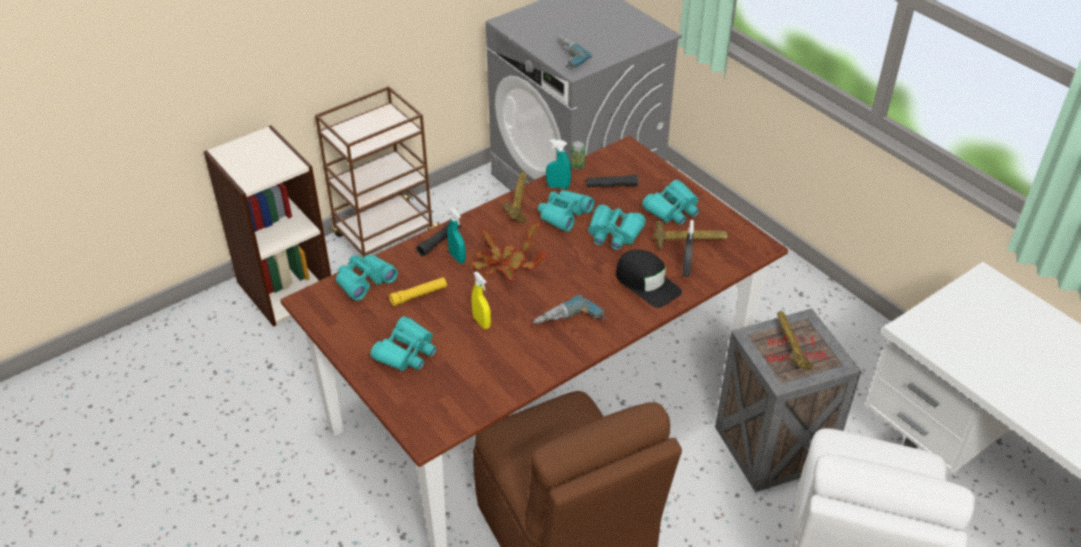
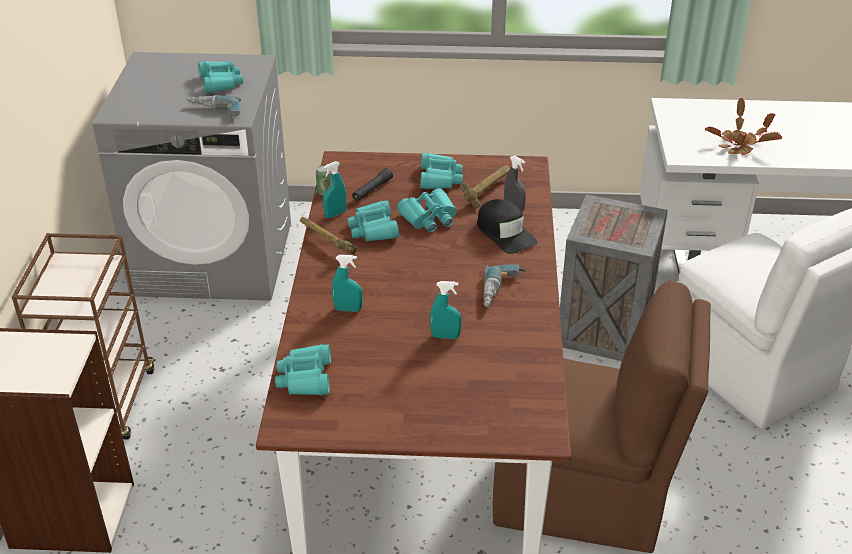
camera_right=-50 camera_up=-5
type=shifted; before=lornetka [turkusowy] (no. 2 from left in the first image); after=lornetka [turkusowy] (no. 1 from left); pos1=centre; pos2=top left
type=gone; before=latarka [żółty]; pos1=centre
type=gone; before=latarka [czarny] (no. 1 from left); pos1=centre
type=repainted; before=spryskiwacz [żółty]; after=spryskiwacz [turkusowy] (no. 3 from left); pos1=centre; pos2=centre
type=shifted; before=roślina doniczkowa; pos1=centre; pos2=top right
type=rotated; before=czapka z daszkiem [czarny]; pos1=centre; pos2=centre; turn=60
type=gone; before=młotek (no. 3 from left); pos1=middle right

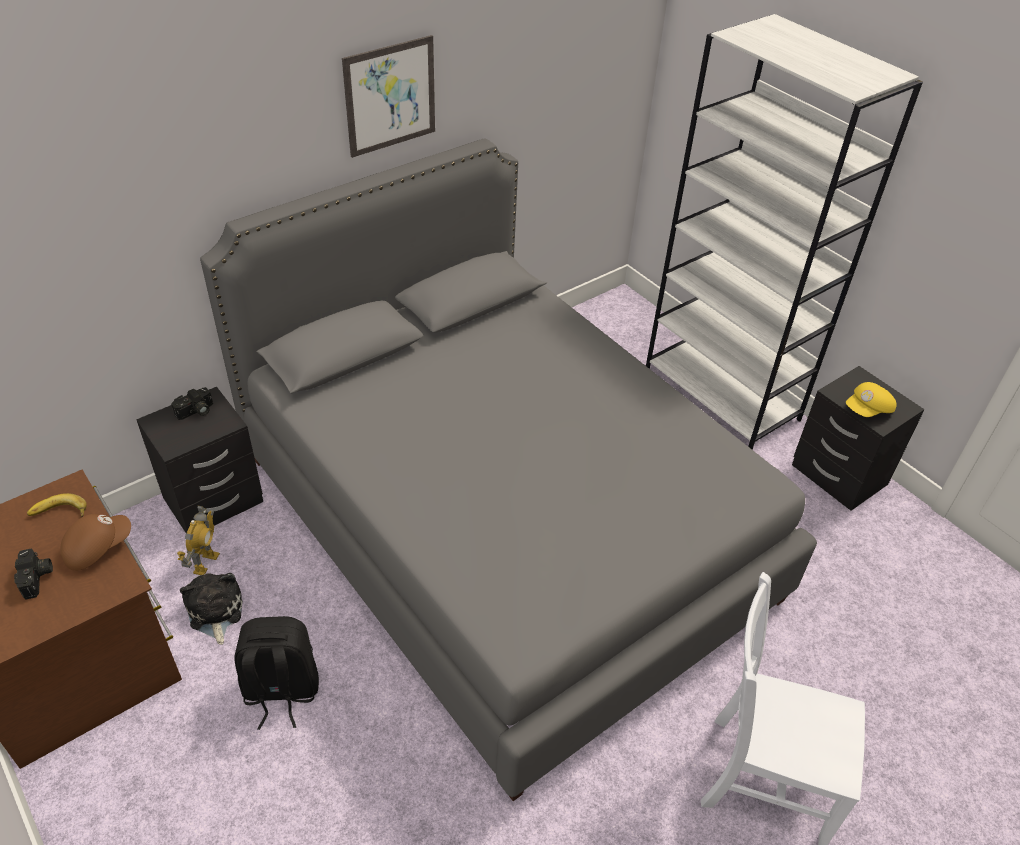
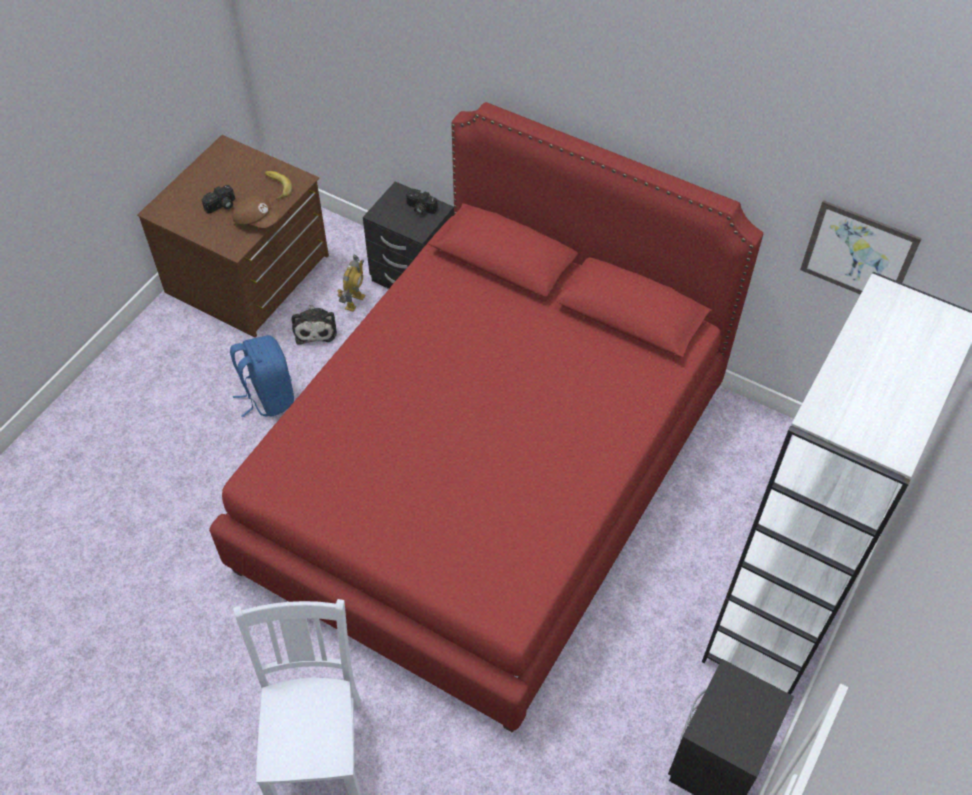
camera_right=70 camera_up=10
type=rotated; before=robot zabawkowy; pos1=middle left; pos2=centre; turn=-60
type=rotated; before=pluszak; pos1=bottom left; pos2=middle left; turn=120
type=repainted; before=łóżko [szary]; after=łóżko [czerwony]; pos1=centre; pos2=centre
type=repainted; before=plecak [czarny]; after=plecak [niebieski]; pos1=bottom left; pos2=middle left
type=shifted; before=obraz; pos1=top centre; pos2=top right
type=gone; before=czapka z daszkiem [żółty]; pos1=middle right

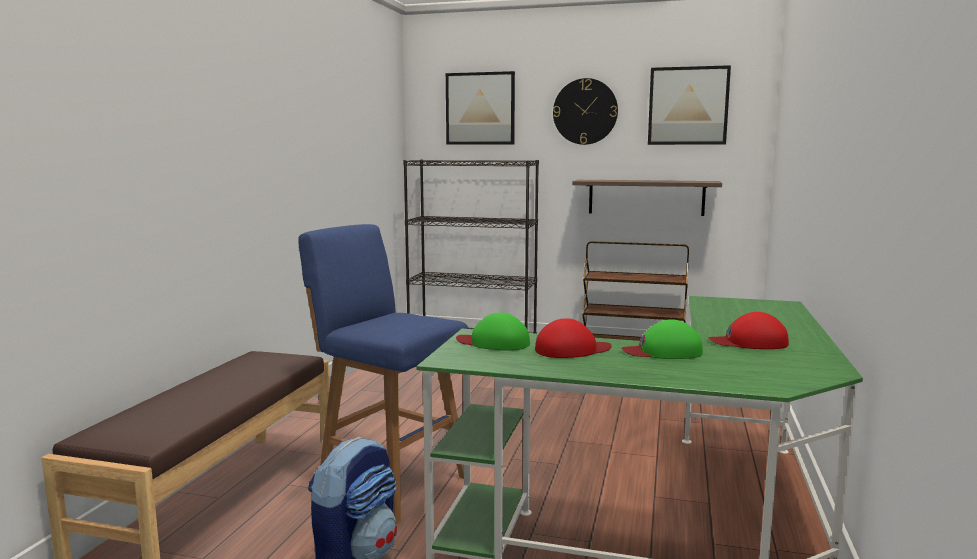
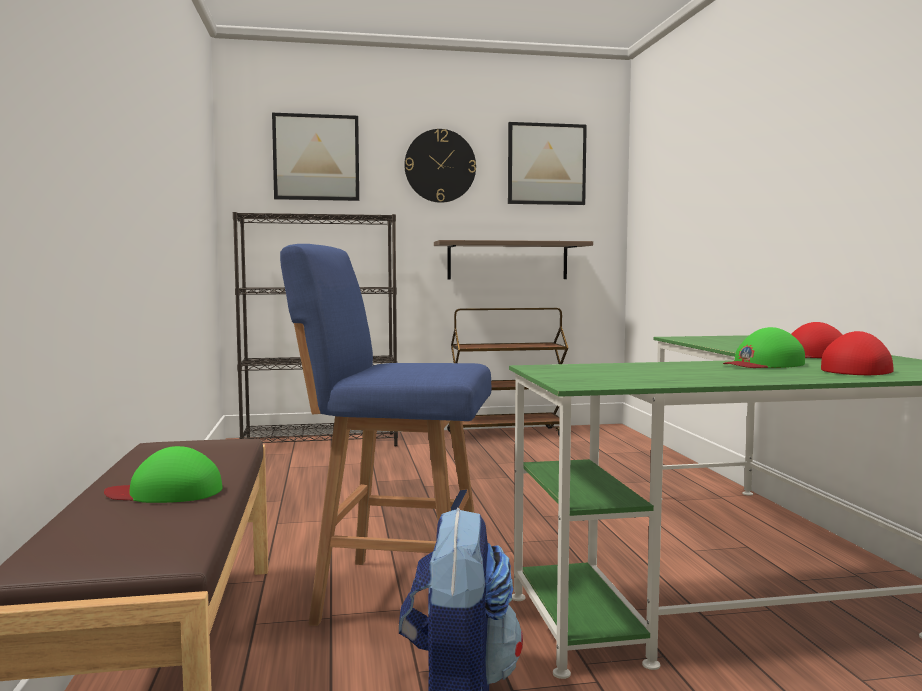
camera_right=-25 camera_up=-5
type=shifted; before=czapka z daszkiem [zielony] (no. 1 from left); pos1=centre; pos2=bottom left
type=shifted; before=czapka z daszkiem [czerwony] (no. 1 from left in the first image); after=czapka z daszkiem [czerwony] (no. 2 from left); pos1=centre; pos2=middle right

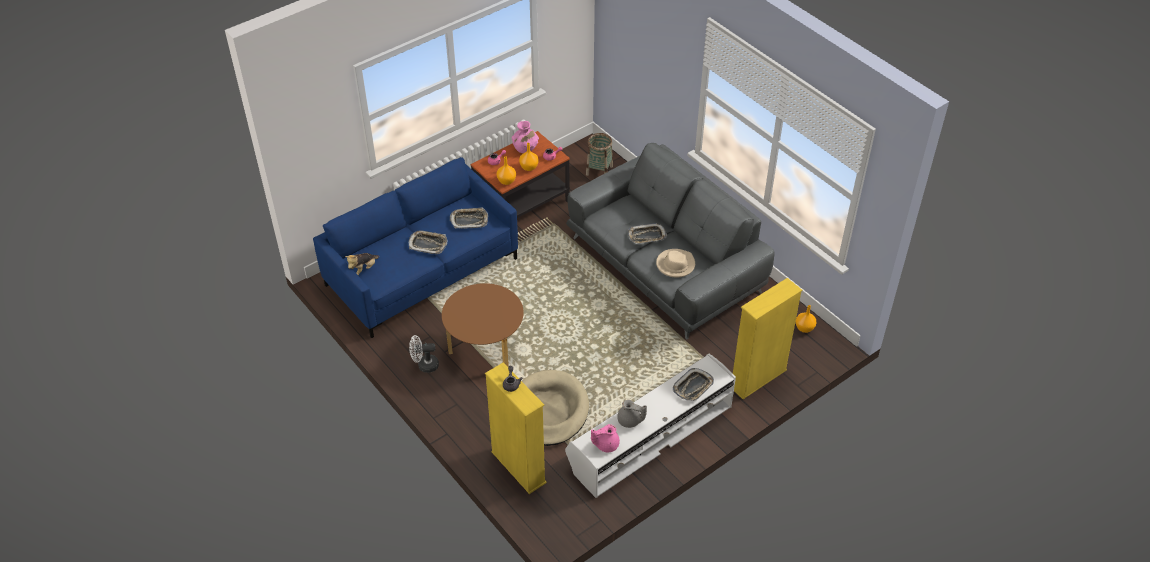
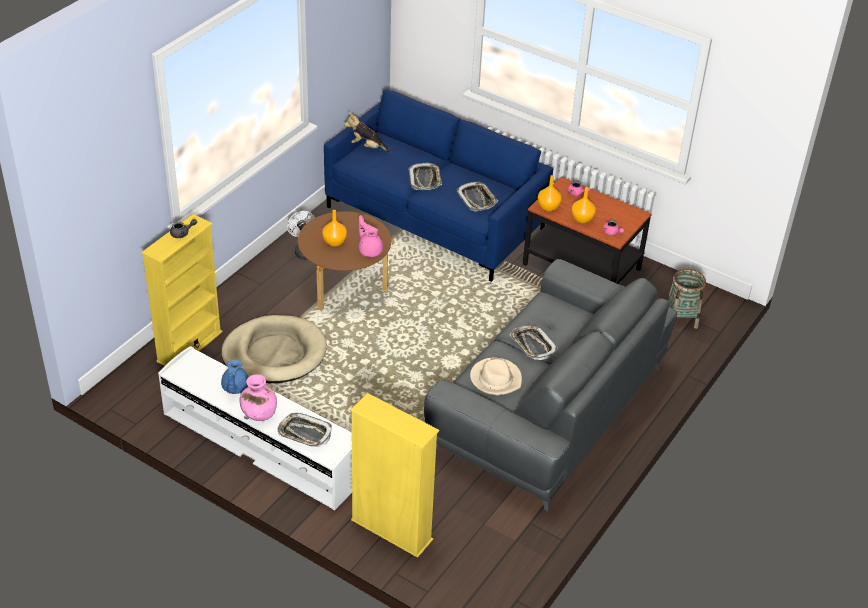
camera_right=70 camera_up=-5
type=shifted; before=wazon [różowy]; pos1=top centre; pos2=middle left
type=shifted; before=imbryk [różowy] (no. 3 from left in the first image); after=imbryk [różowy] (no. 1 from left); pos1=bottom centre; pos2=centre
type=repainted; before=imbryk [szary] (no. 2 from left); after=imbryk [niebieski]; pos1=bottom centre; pos2=middle left
type=shifted; before=wazon [pomarańczowy] (no. 3 from left in the first image); after=wazon [pomarańczowy] (no. 1 from left); pos1=middle right; pos2=centre

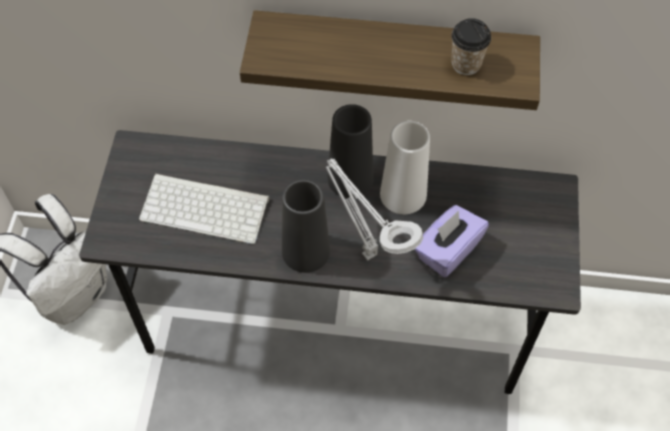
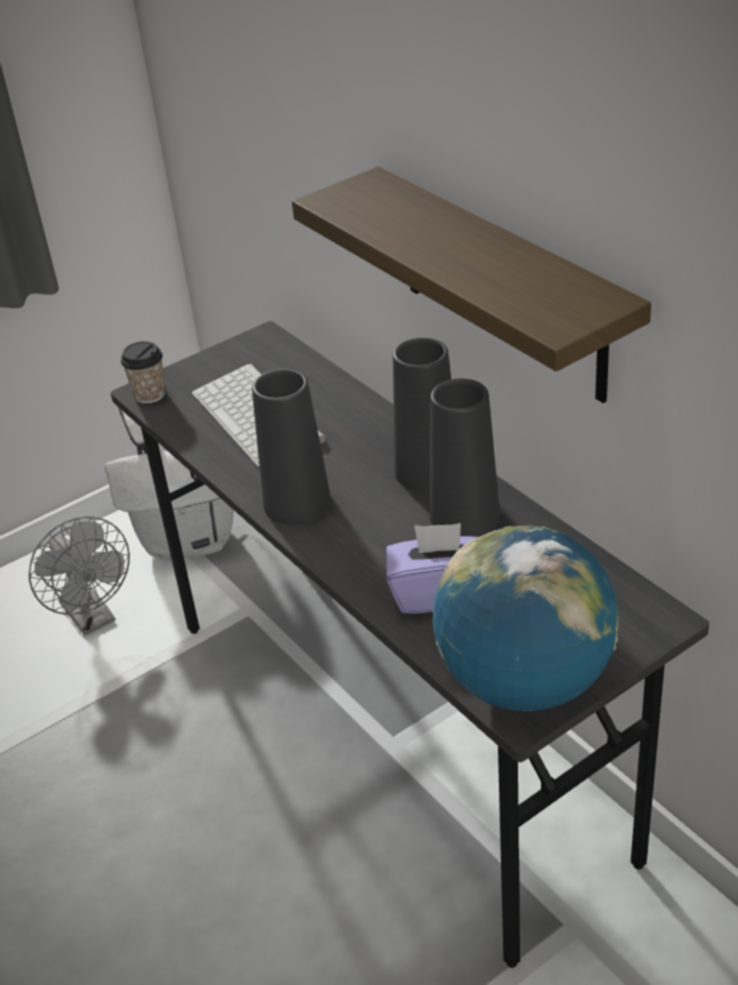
camera_right=50 camera_up=-20
type=gone; before=lampa stołowa [szary]; pos1=centre
type=repainted; before=wazon [biały]; after=wazon [czarny] (no. 3 from left); pos1=centre; pos2=centre
type=shifted; before=filiżanka; pos1=top right; pos2=middle left
type=new; after=wentylator [szary]; pos2=middle left
type=new; after=globus; pos2=middle right

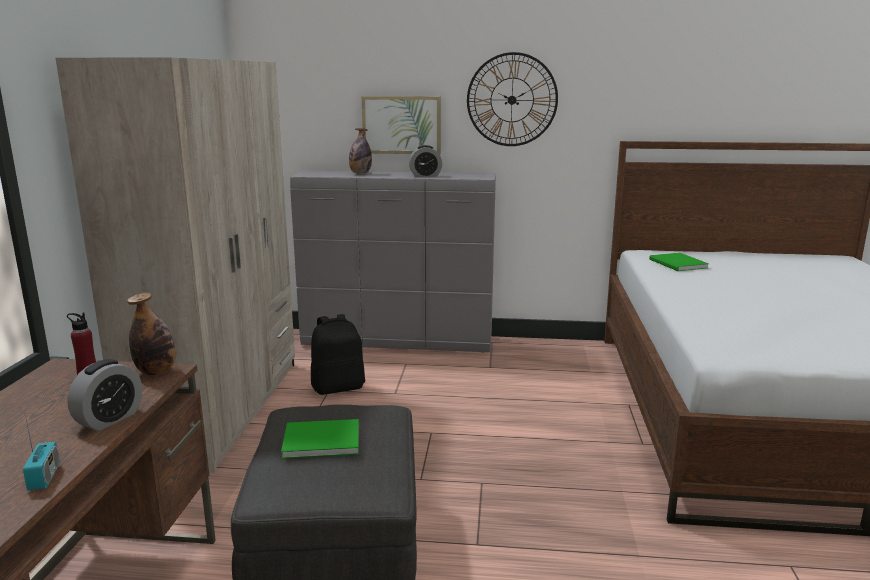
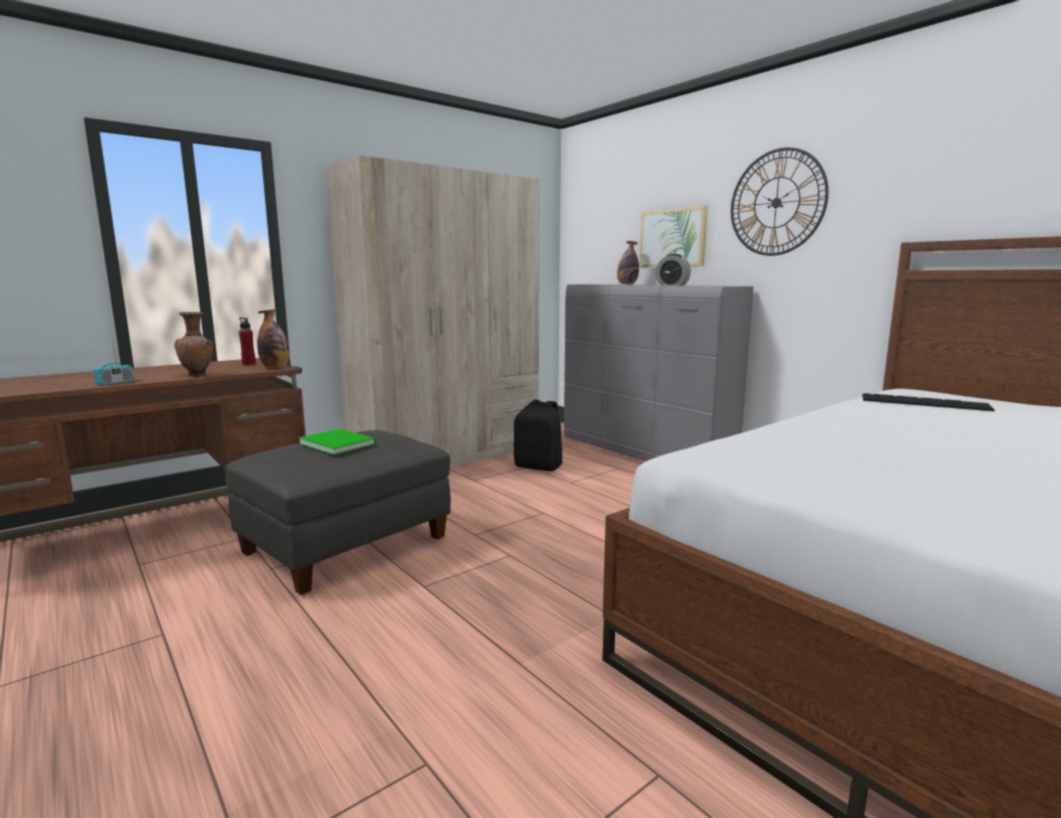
camera_right=45 camera_up=-5
type=swapped; before=budzik (no. 1 from left); after=wazon [brązowy]; pos1=bottom left; pos2=middle left
type=swapped; before=książka [zielony] (no. 2 from left); after=klawiatura; pos1=middle right; pos2=middle right

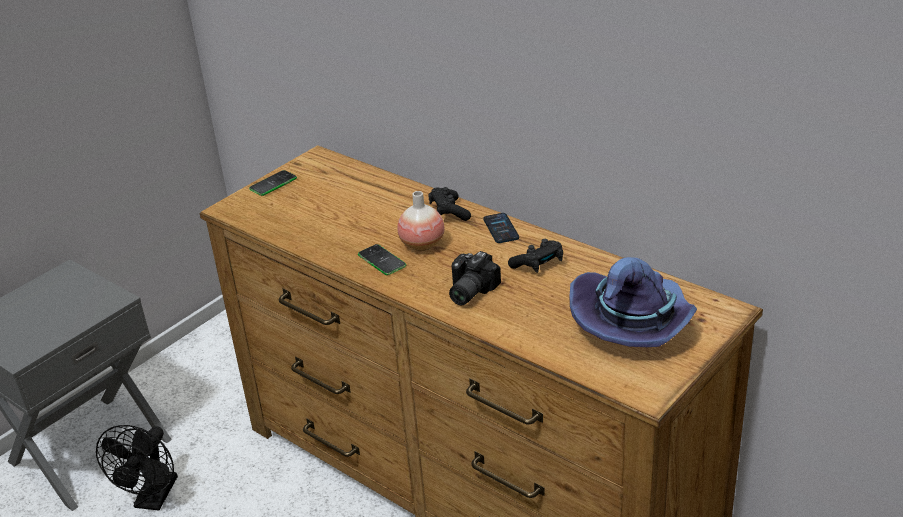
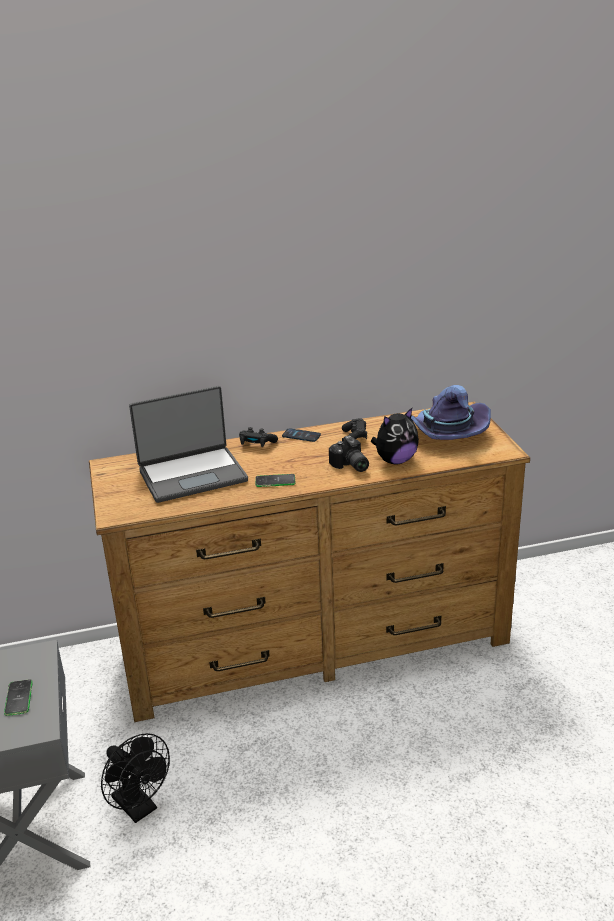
camera_right=-55 camera_up=-5
type=shifted; before=telefon (no. 1 from left); pos1=middle left; pos2=bottom left
type=gone; before=wazon; pos1=centre
type=new; after=laptop; pos2=middle left
type=new; after=pluszak; pos2=centre

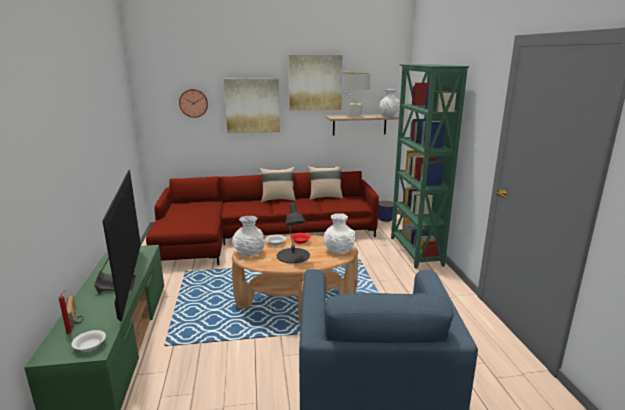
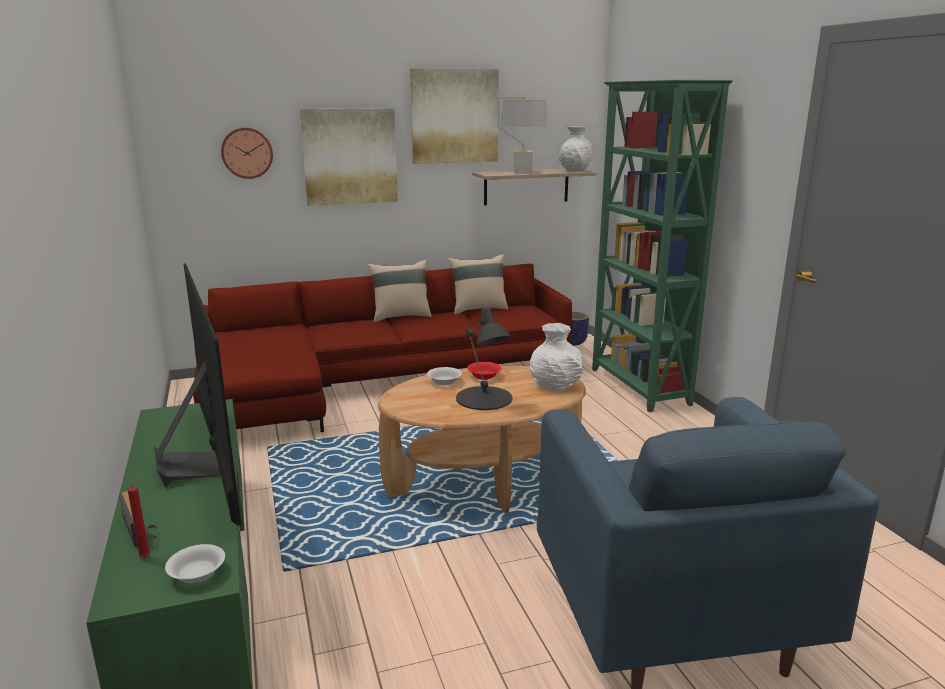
camera_right=-10 camera_up=0
type=gone; before=wazon [biały] (no. 1 from left); pos1=centre

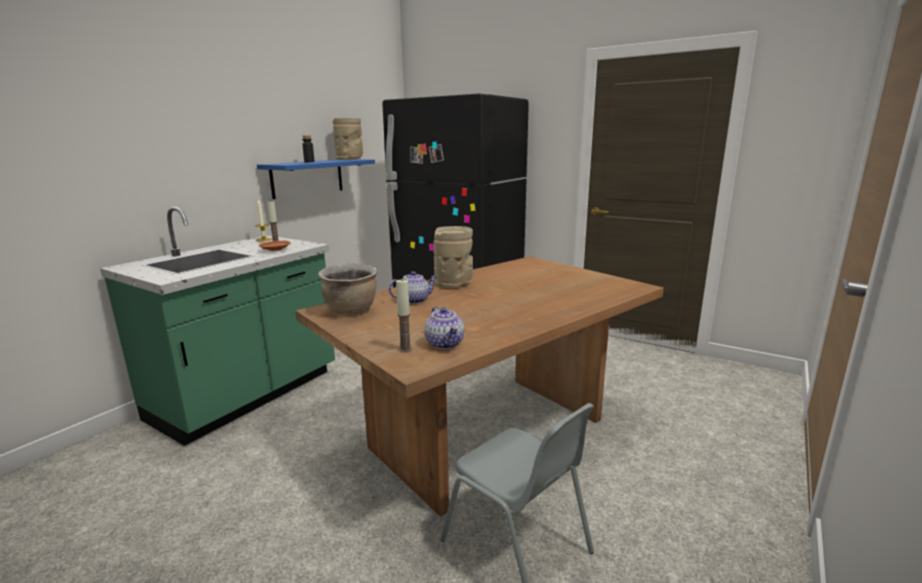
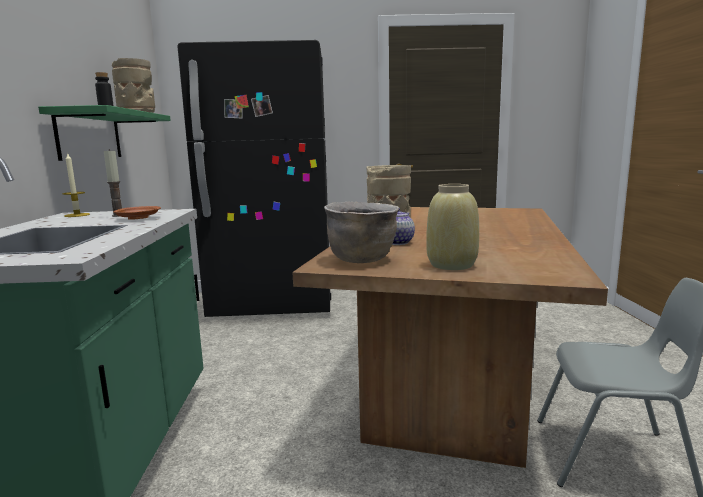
camera_right=-35 camera_up=-5
type=repainted; before=półka [niebieski]; after=półka [zielony]; pos1=top centre; pos2=top left
type=gone; before=świeca (no. 3 from left); pos1=centre
type=gone; before=imbryk (no. 2 from left); pos1=centre
type=new; after=wazon [beżowy] (no. 3 from left); pos2=centre

